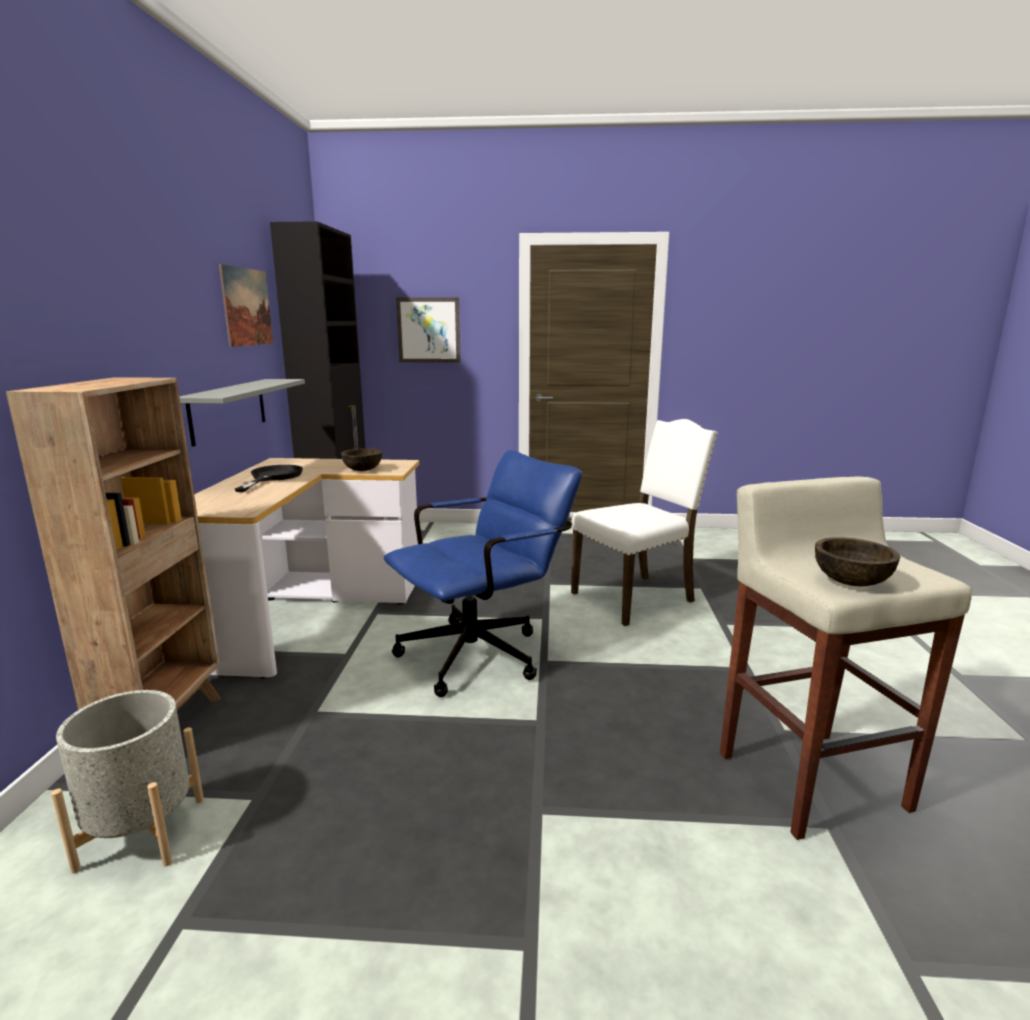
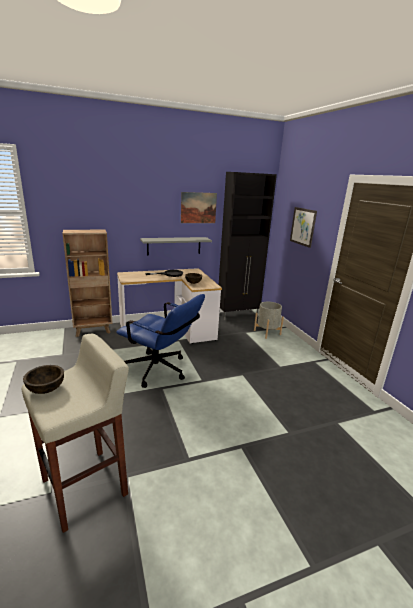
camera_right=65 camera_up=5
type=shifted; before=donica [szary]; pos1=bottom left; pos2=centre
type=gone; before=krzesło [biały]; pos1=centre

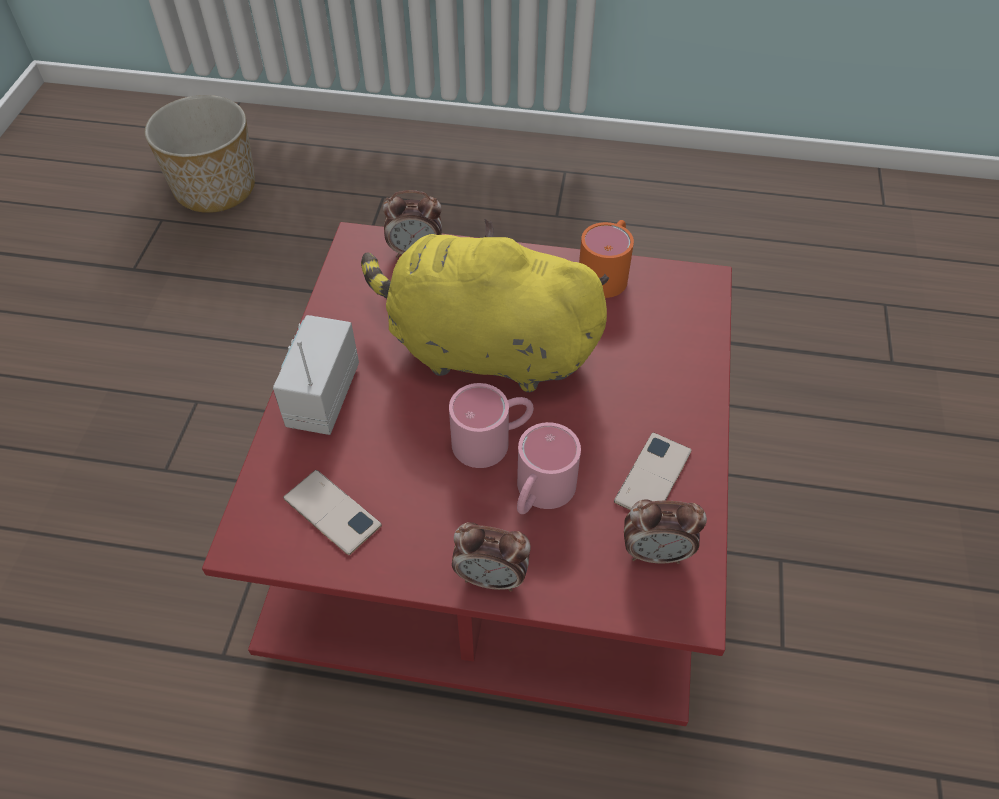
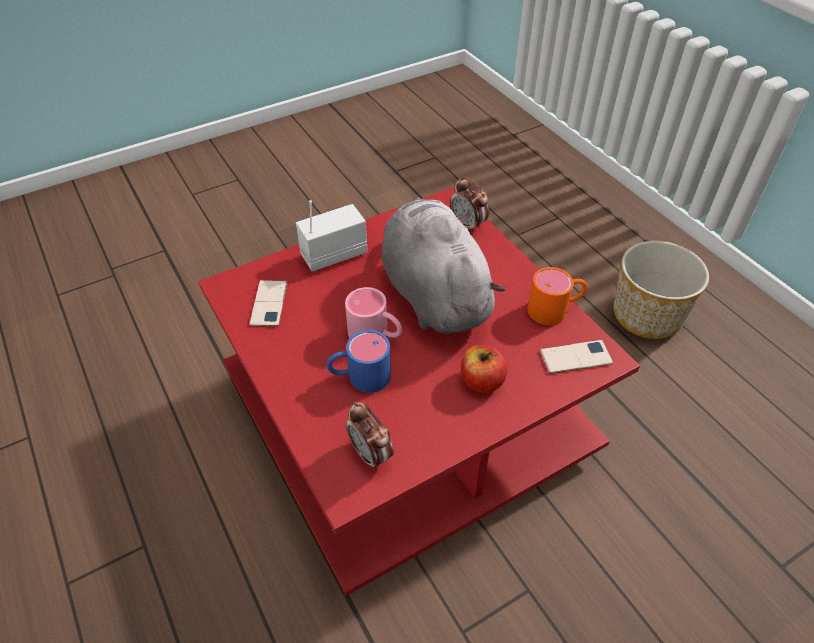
camera_right=50 camera_up=-5
type=shifted; before=donica; pos1=top left; pos2=middle right
type=repainted; before=pluszak [żółty]; after=pluszak [szary]; pos1=centre; pos2=centre
type=gone; before=budzik (no. 2 from left); pos1=bottom centre
type=repainted; before=kubek [różowy] (no. 2 from left); after=kubek [niebieski]; pos1=centre; pos2=centre
type=shifted; before=telefon (no. 2 from left); pos1=centre; pos2=middle right
type=new; after=jabłko; pos2=centre

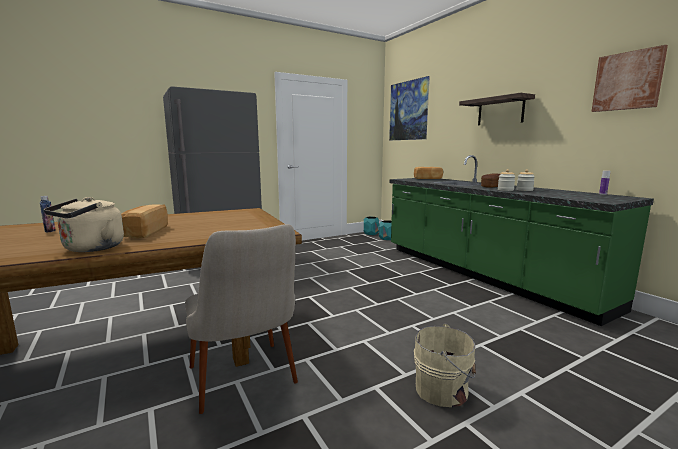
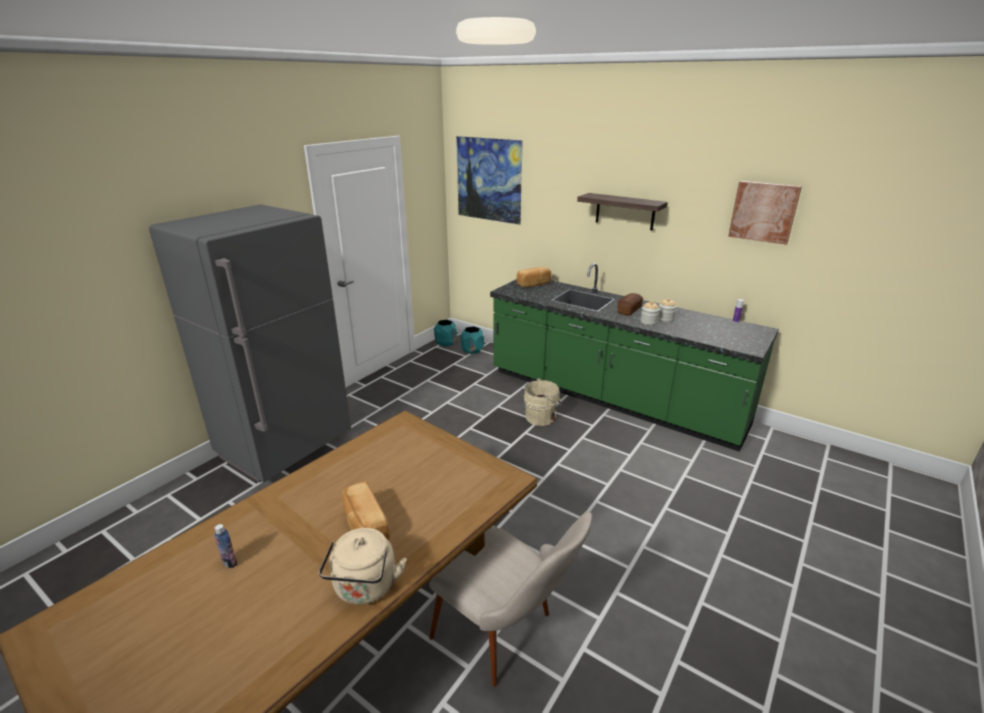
camera_right=-25 camera_up=15
type=shifted; before=wiadro [beżowy]; pos1=bottom centre; pos2=centre

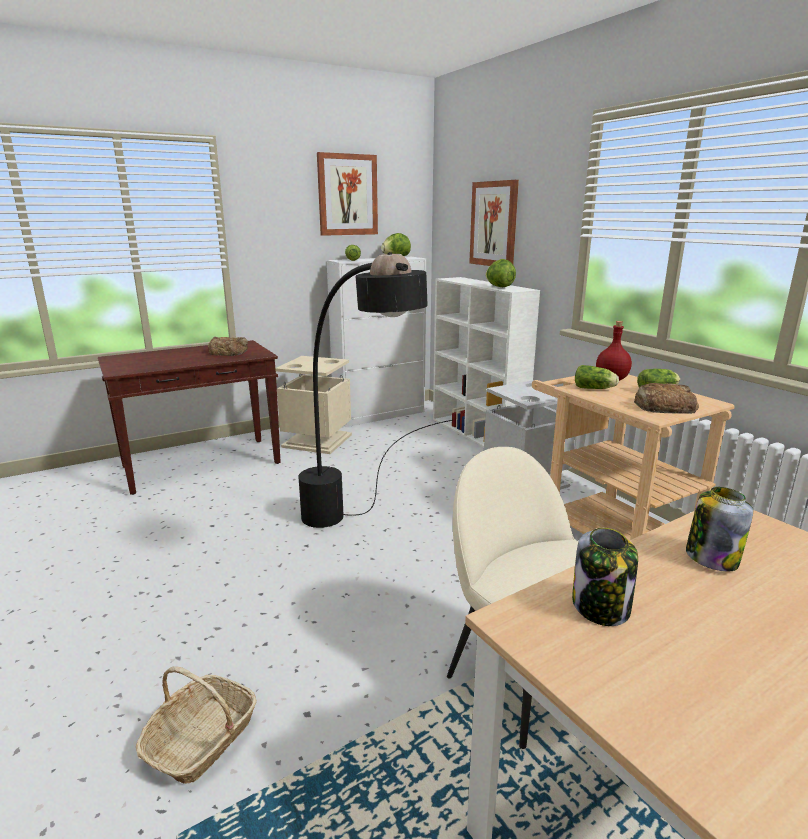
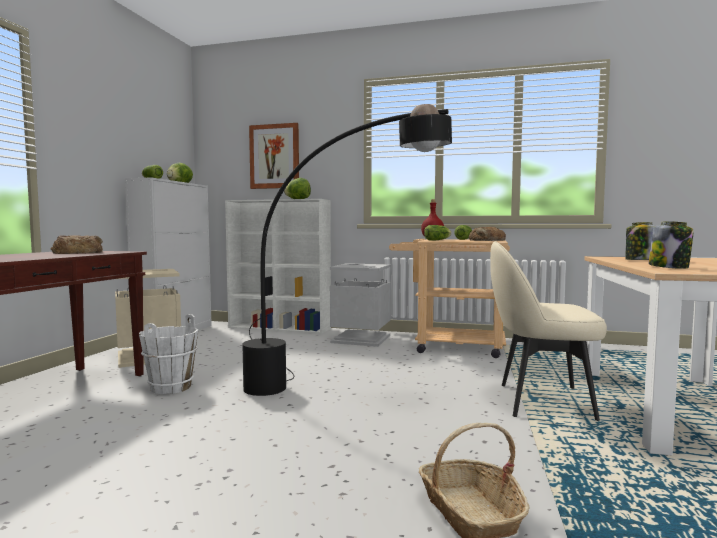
camera_right=-45 camera_up=-15
type=gone; before=obraz (no. 1 from left); pos1=top centre
type=new; after=wiadro [biały]; pos2=middle left

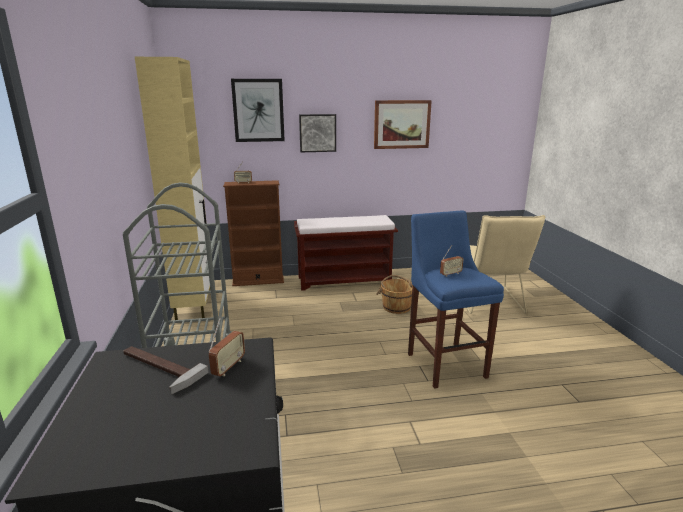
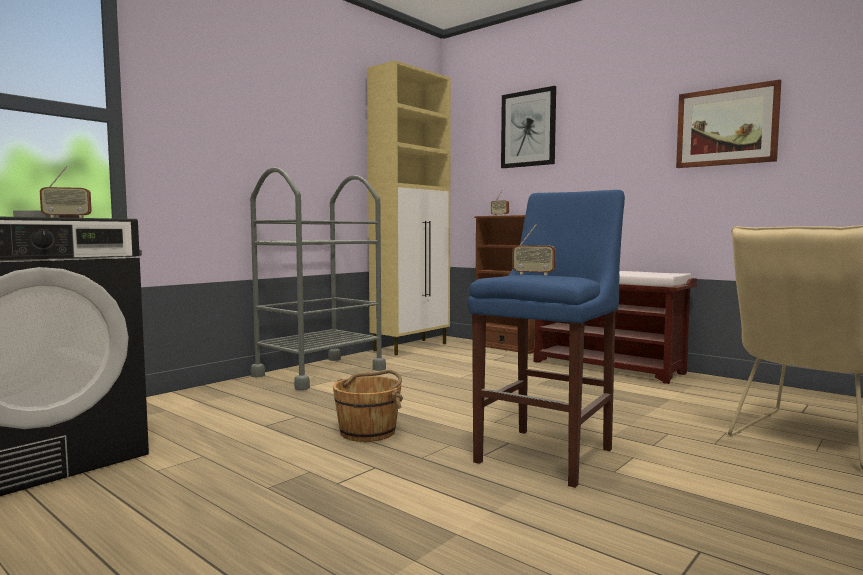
camera_right=50 camera_up=-15
type=gone; before=obraz (no. 2 from left); pos1=top centre
type=shifted; before=wiadro [brązowy]; pos1=centre; pos2=bottom centre

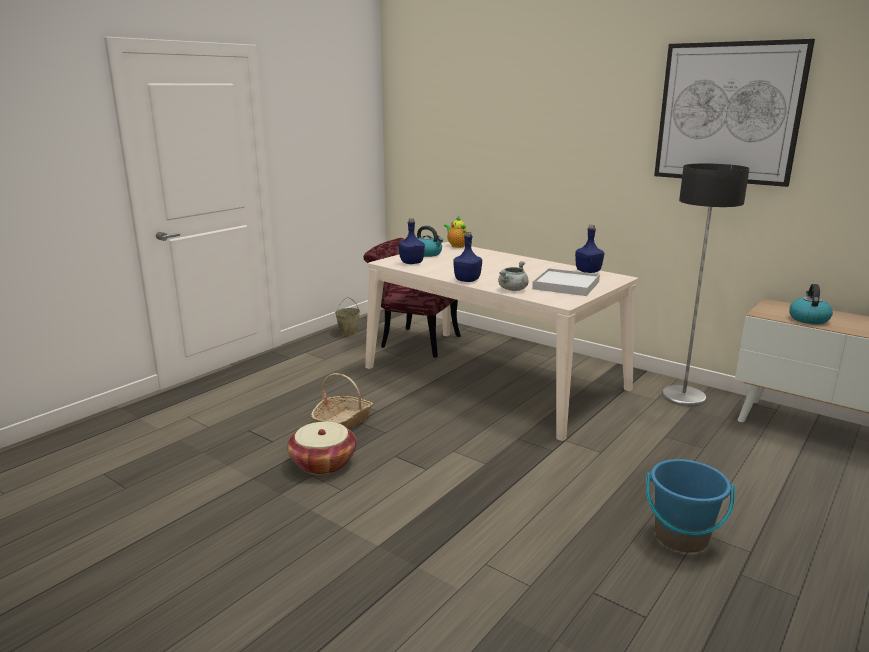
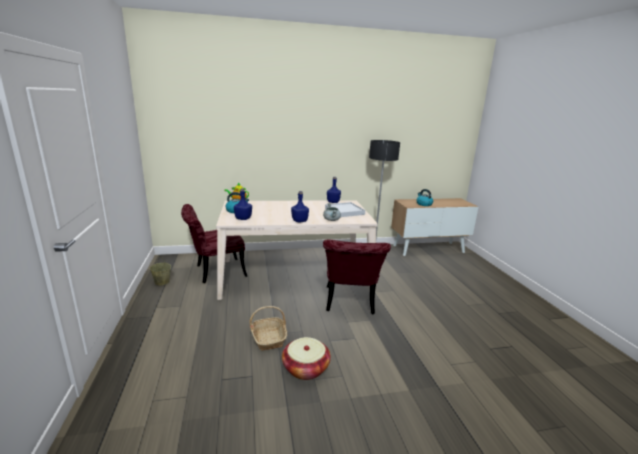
camera_right=-50 camera_up=0
type=gone; before=wiadro [niebieski]; pos1=bottom right
type=gone; before=obraz; pos1=top right
type=new; after=krzesło [czerwony] (no. 2 from left); pos2=centre

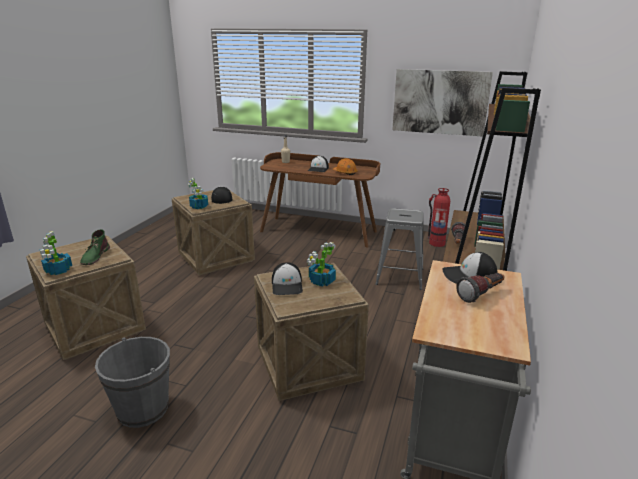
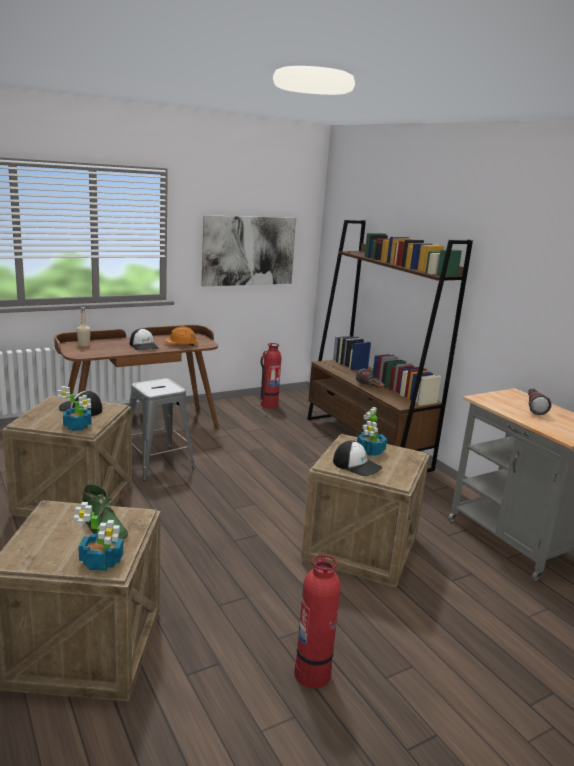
camera_right=-50 camera_up=-5
type=swapped; before=wiadro [szary]; after=gaśnica (no. 2 from left); pos1=bottom left; pos2=bottom centre
type=shifted; before=stołek [szary]; pos1=centre; pos2=middle left
type=gone; before=czapka z daszkiem (no. 4 from left); pos1=middle right

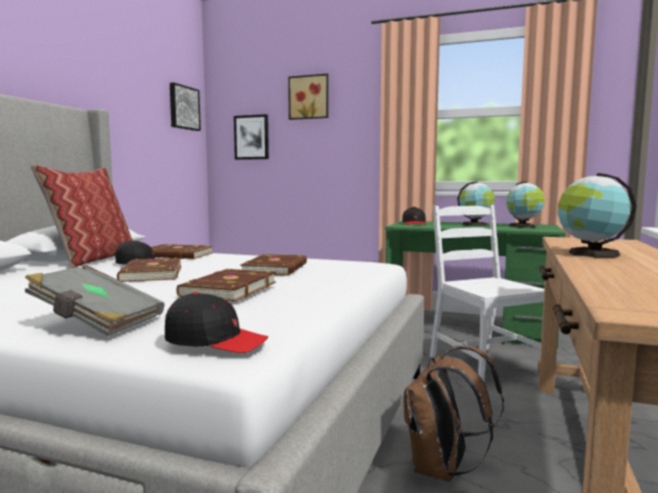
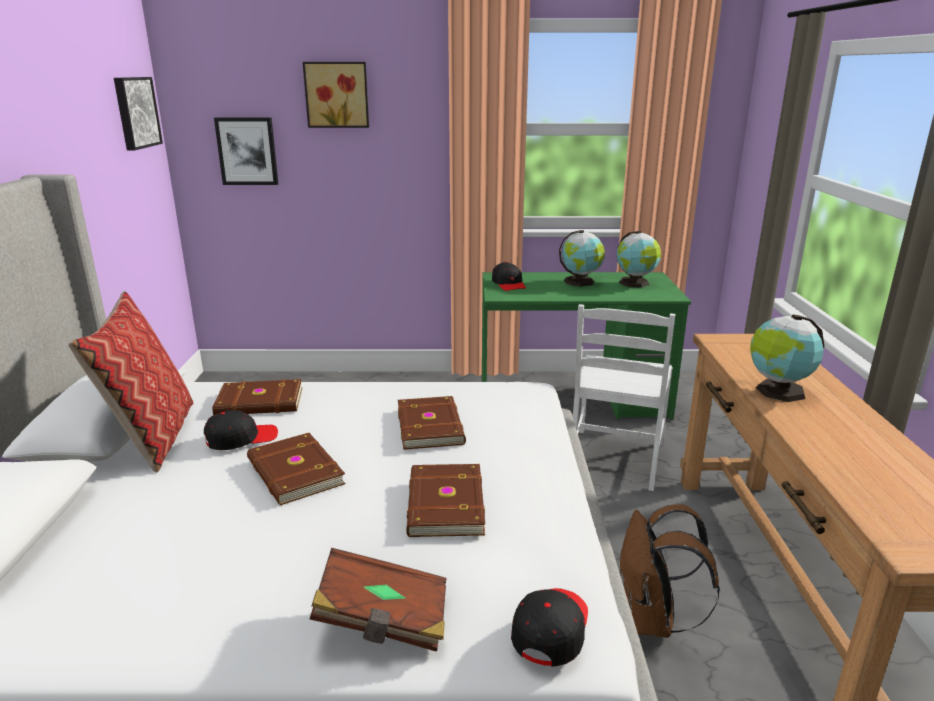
camera_right=-20 camera_up=15
type=repainted; before=książka [szary]; after=książka [brązowy] (no. 3 from left); pos1=middle left; pos2=bottom centre
type=rotated; before=czapka z daszkiem [czarny] (no. 2 from left in the first image); pos1=middle left; pos2=bottom centre; turn=-60
type=rotated; before=krzesło [biały]; pos1=middle right; pos2=middle right; turn=-120

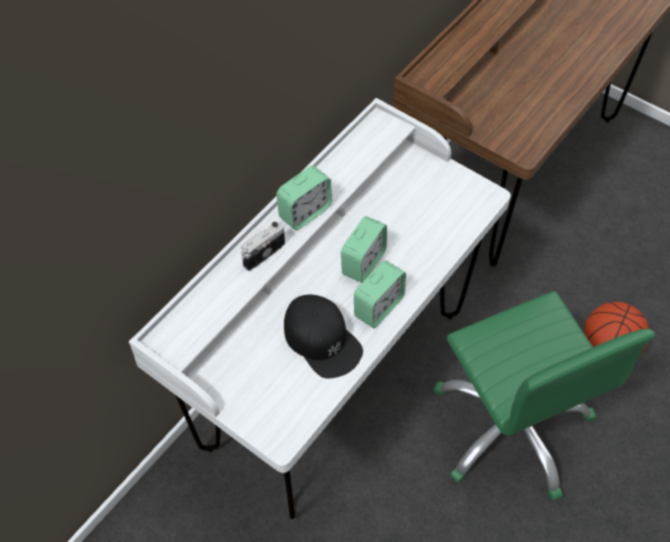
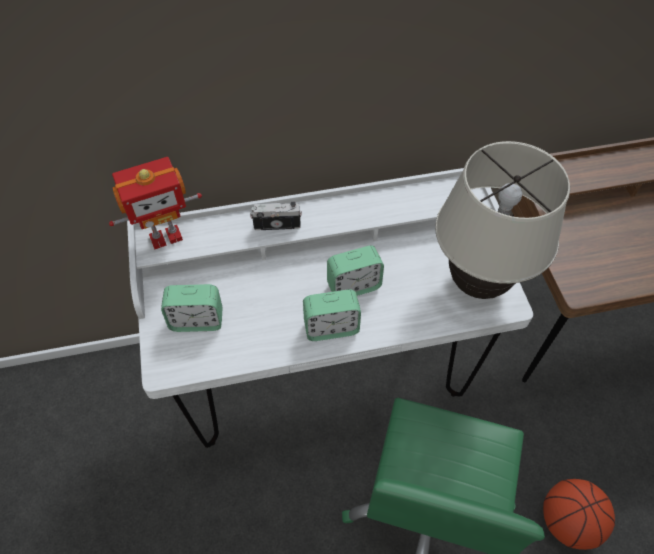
camera_right=40 camera_up=0
type=shifted; before=budzik (no. 1 from left); pos1=centre; pos2=middle left
type=gone; before=czapka z daszkiem [czarny]; pos1=centre
type=new; after=robot zabawkowy; pos2=middle left
type=new; after=lampa stołowa [beżowy]; pos2=middle right

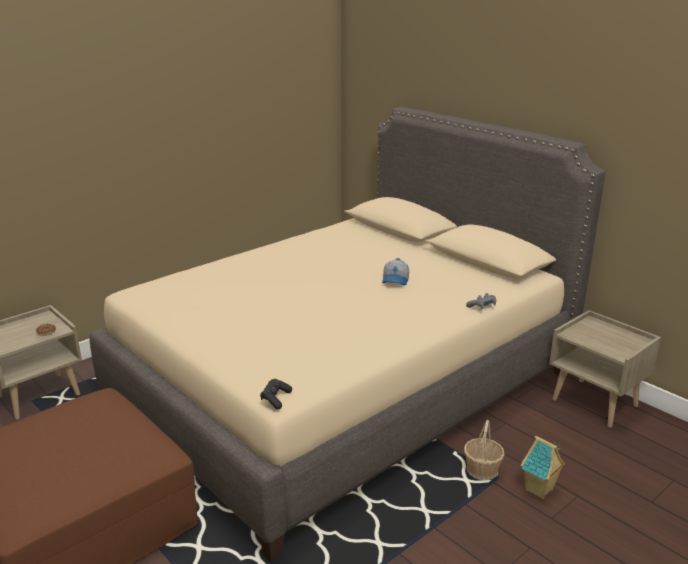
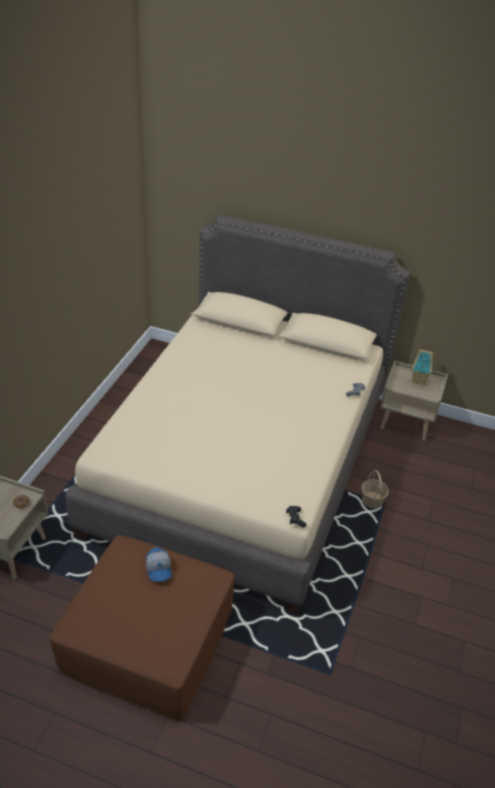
camera_right=-30 camera_up=15
type=shifted; before=czapka z daszkiem; pos1=centre; pos2=bottom left
type=shifted; before=domek; pos1=bottom right; pos2=middle right

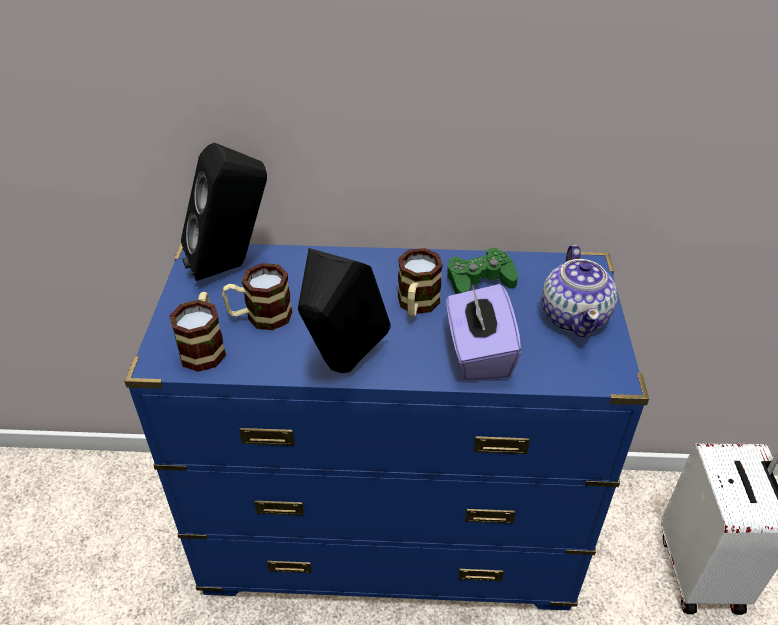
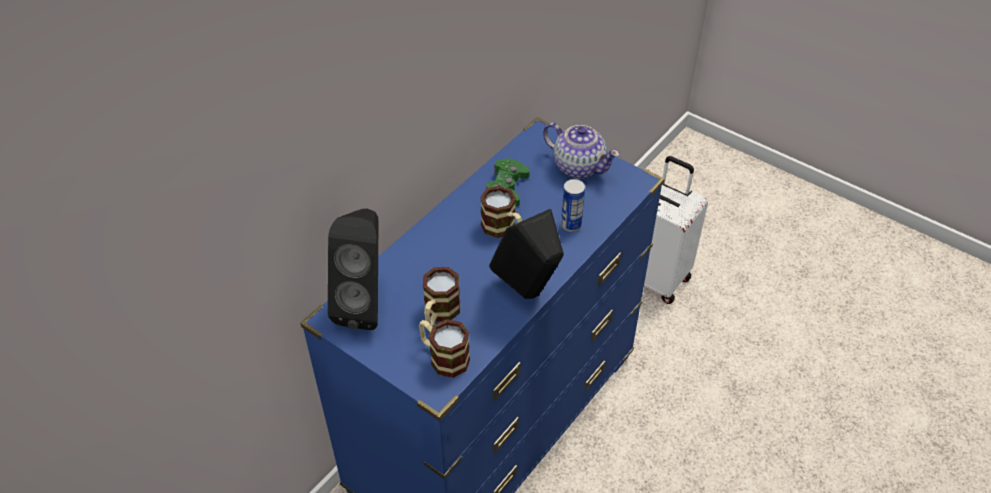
camera_right=-55 camera_up=5
type=swapped; before=pudełko chusteczek [fioletowy]; after=puszka; pos1=centre; pos2=centre

